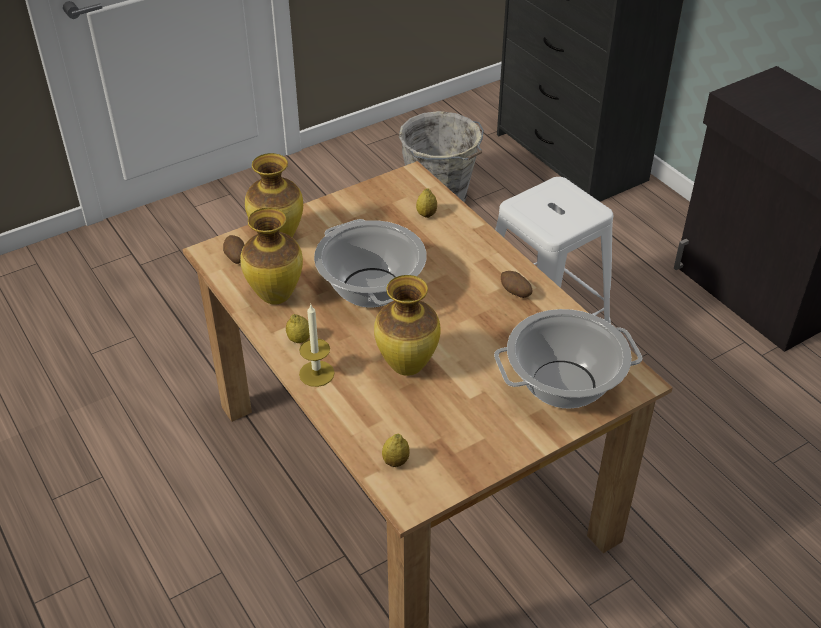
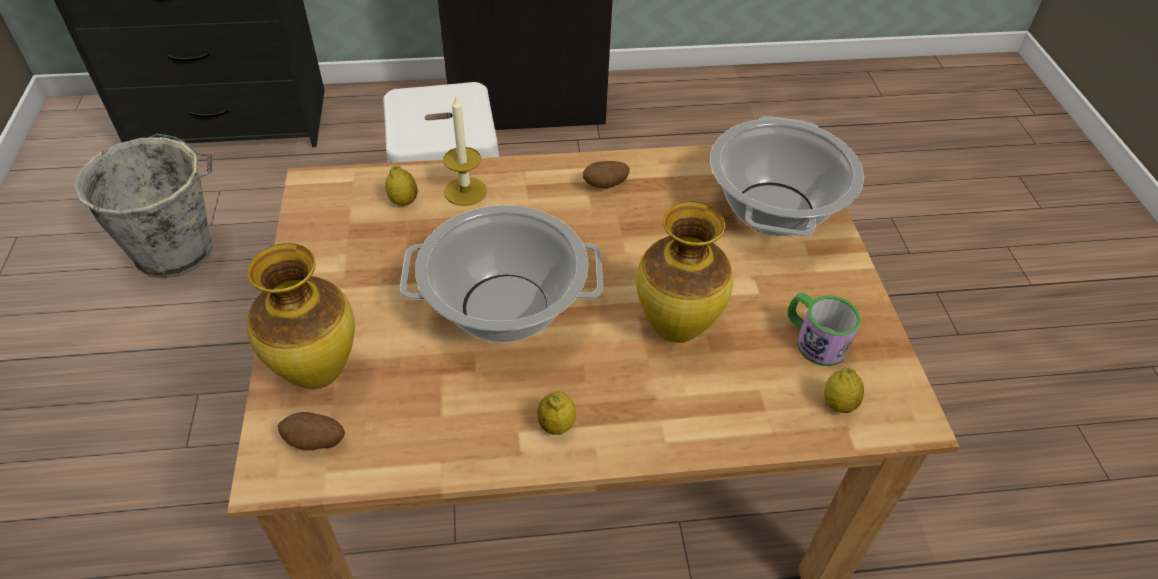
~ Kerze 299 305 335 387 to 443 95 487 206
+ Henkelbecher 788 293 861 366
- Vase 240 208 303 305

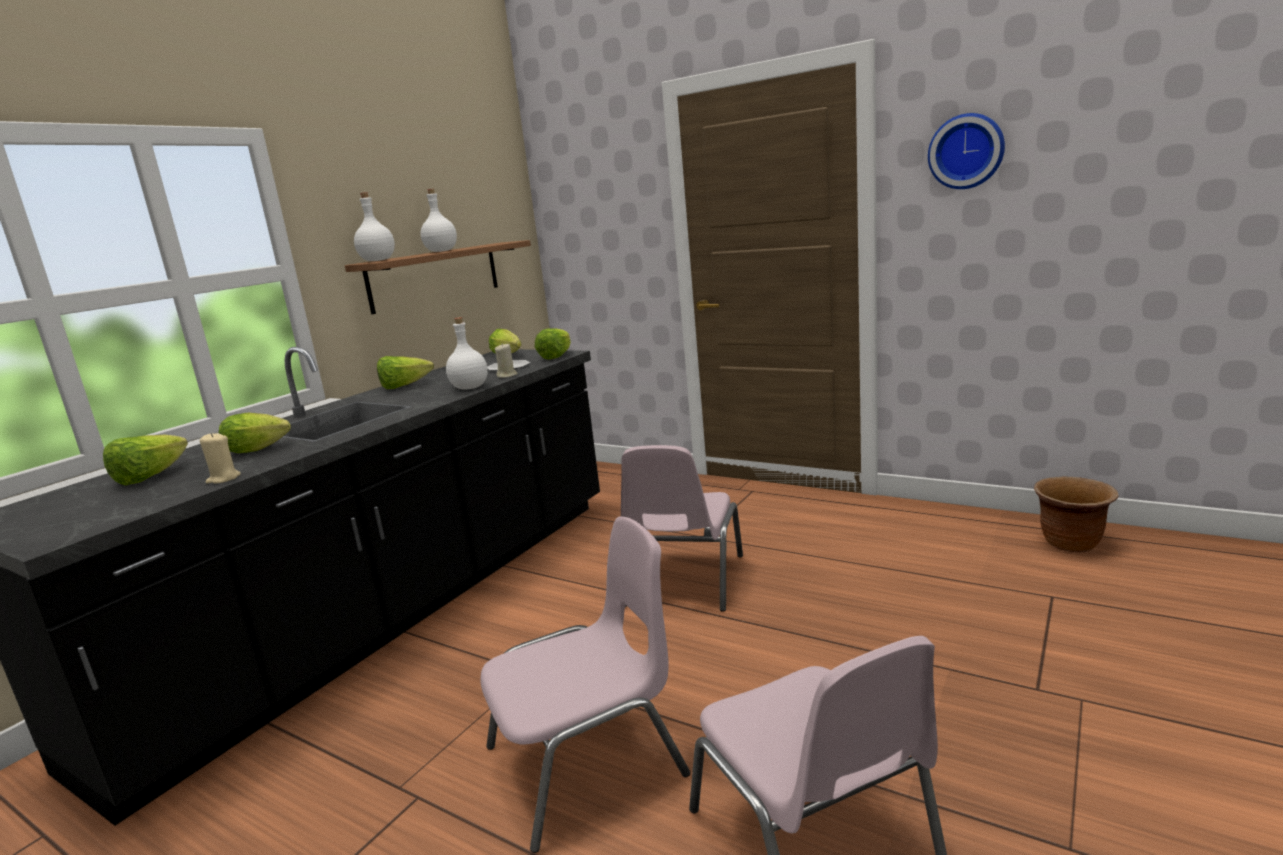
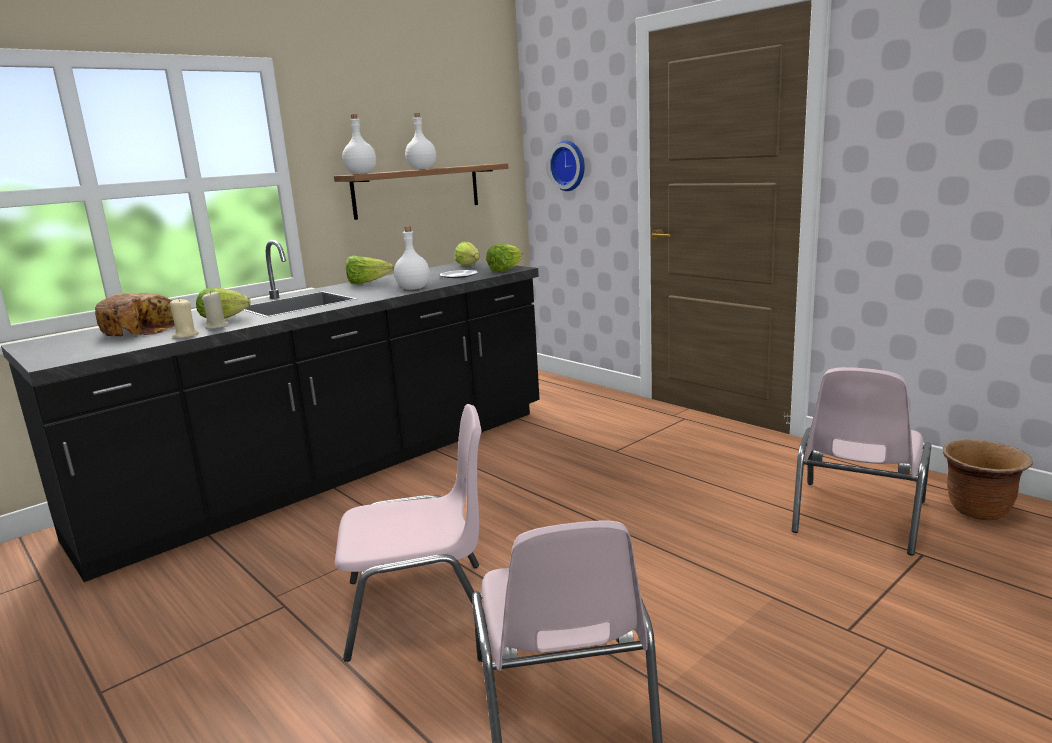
~ Salatkopf 103 435 188 486 to Brot 95 293 175 336
~ Kerze (beige) 495 344 518 378 to 202 291 229 329
~ Wanduhr 928 113 1005 189 to 548 140 585 191
~ Stuhl (rosa) 621 445 743 611 to 792 367 931 555

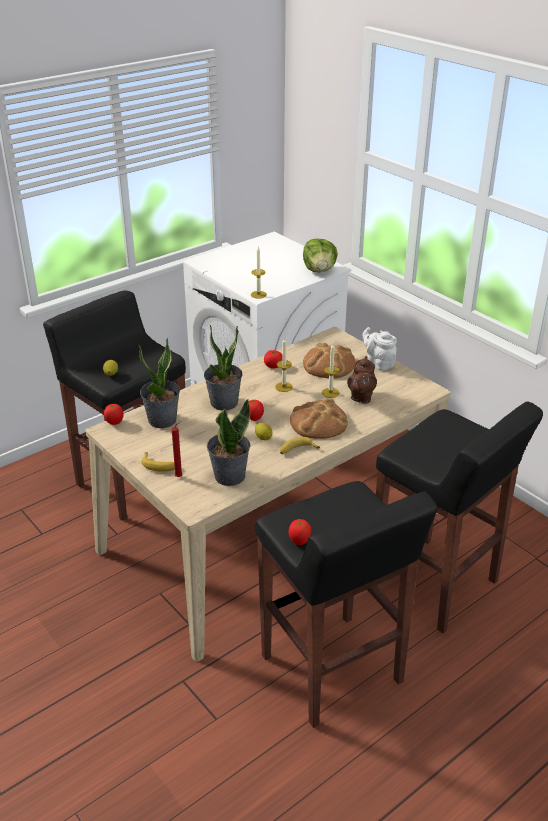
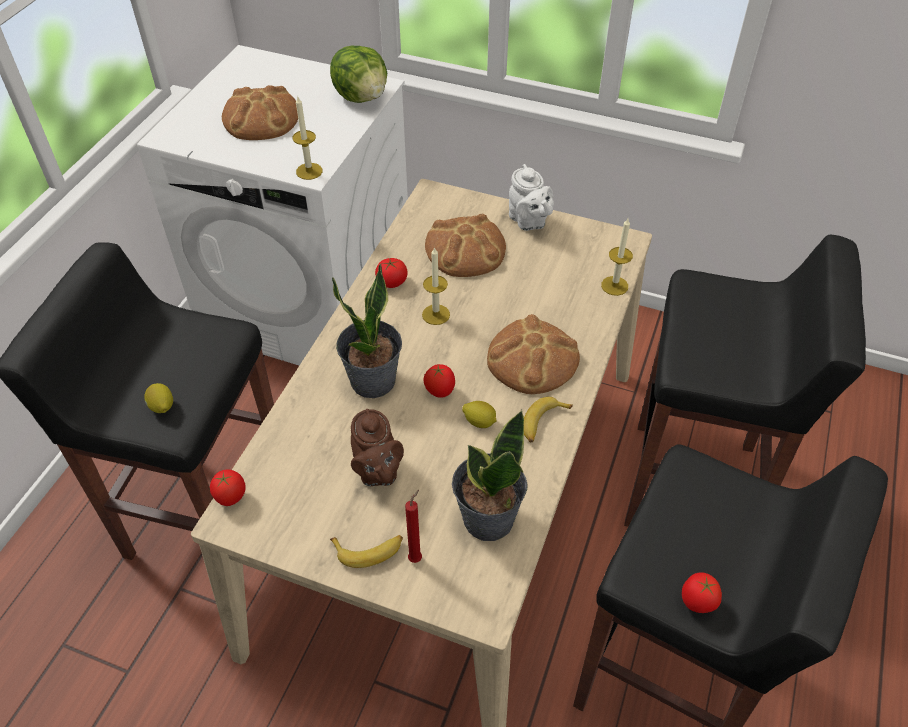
+ Brot 222 85 298 140
~ Teekanne (braun) 347 356 377 404 to 351 409 404 486
~ Teekanne (weiß) 362 327 397 371 = 509 164 554 231 135 degrees counterclockwise
~ Kerze 322 344 339 398 to 601 219 633 296
- Topfpflanze 139 338 180 428

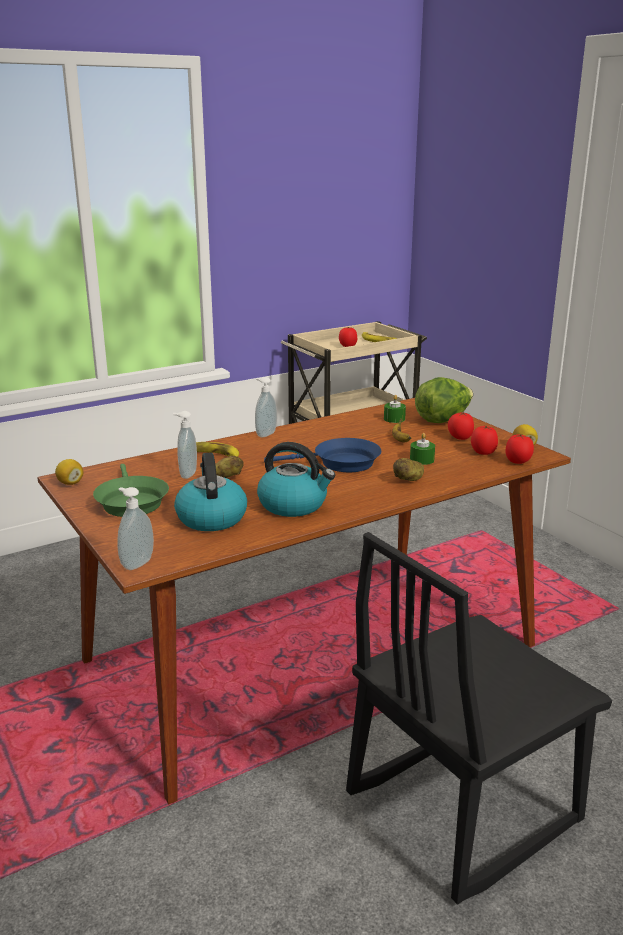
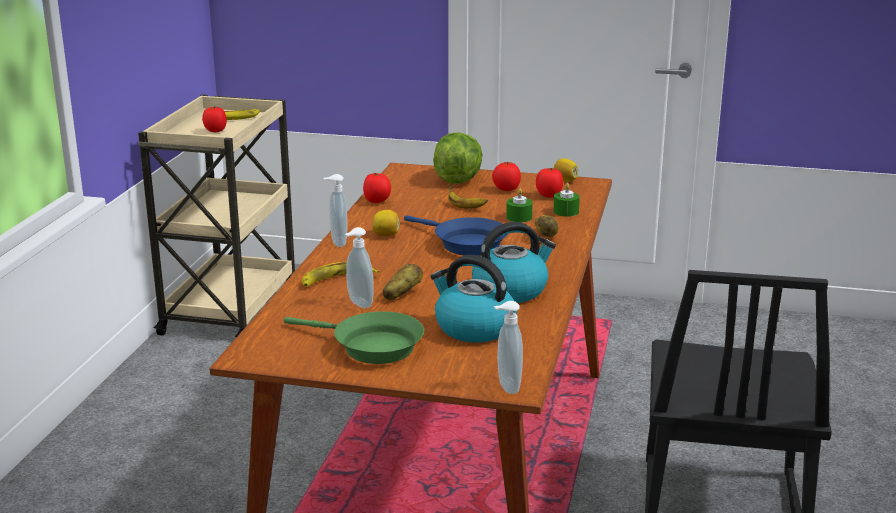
~ Tomate 505 434 534 464 to 363 173 391 203
~ Zitrone 55 459 84 485 to 372 210 400 236
~ Pfanne (blau) 264 438 382 472 = 404 215 508 256 90 degrees clockwise
~ Kerze (grün) 384 395 406 423 to 553 183 580 217

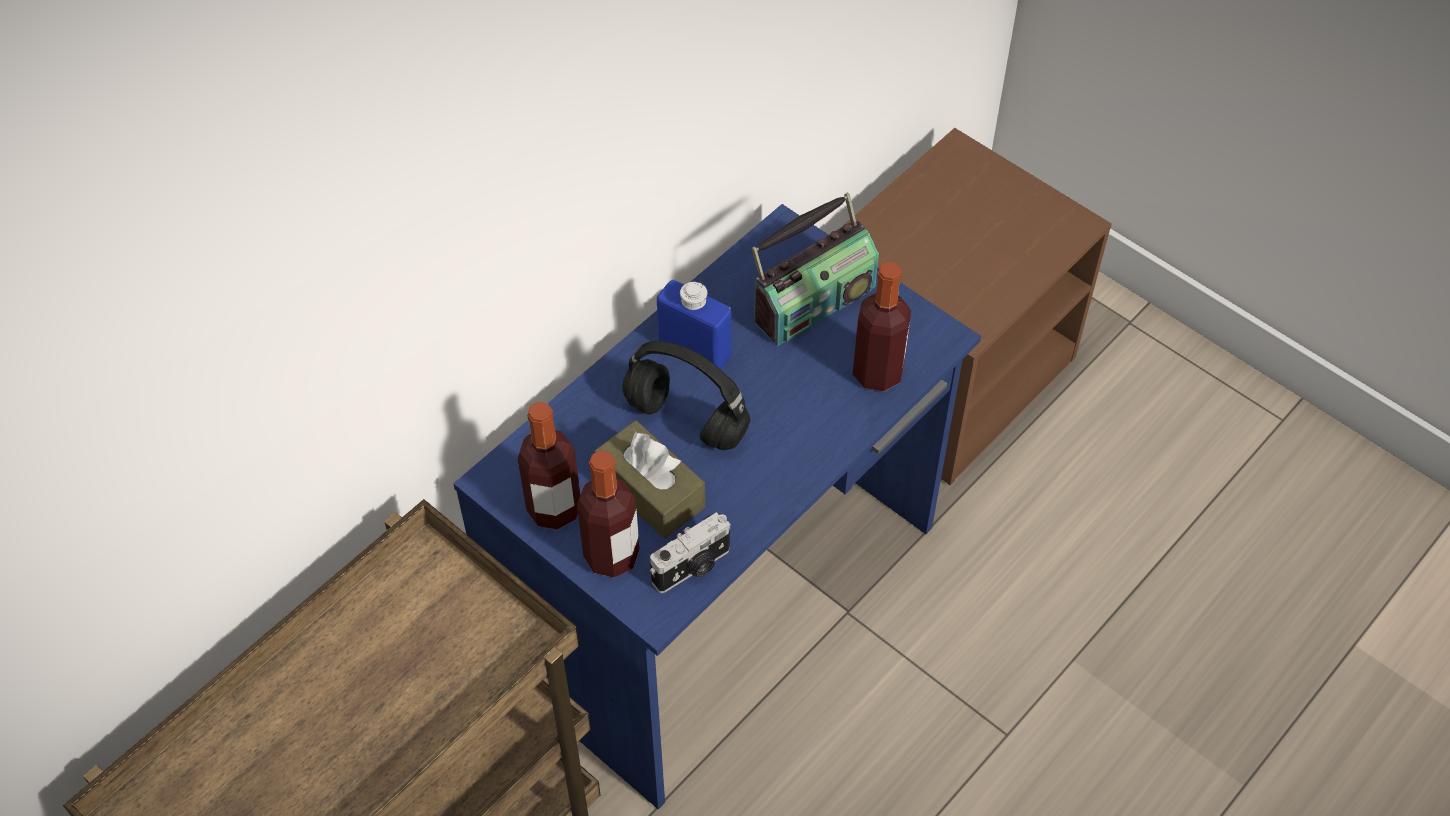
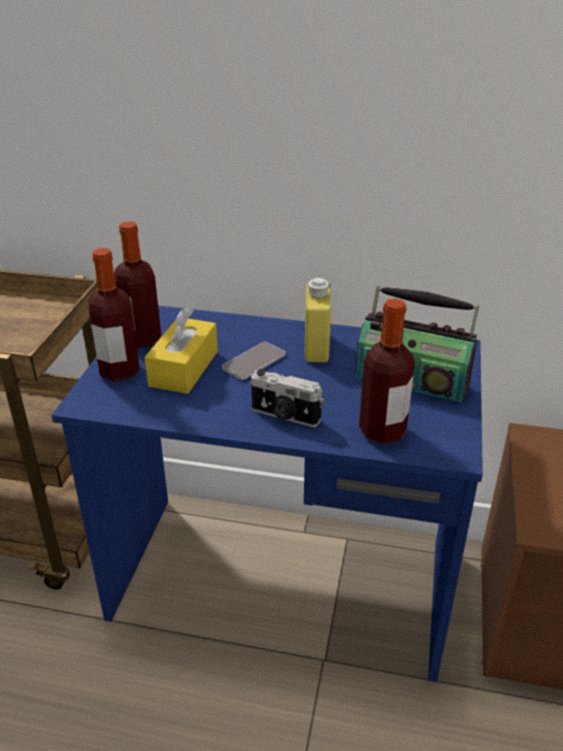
~ Taschentuchbox (braun) 595 420 705 539 to Taschentuchbox (gelb) 144 307 218 394
~ Kopfhörer (schwarz) 622 341 751 450 to Handy 222 342 285 380
~ Kamera 650 512 731 593 to 250 369 324 427
~ Flasche (blau) 657 279 732 369 to Flasche (gelb) 305 278 331 362

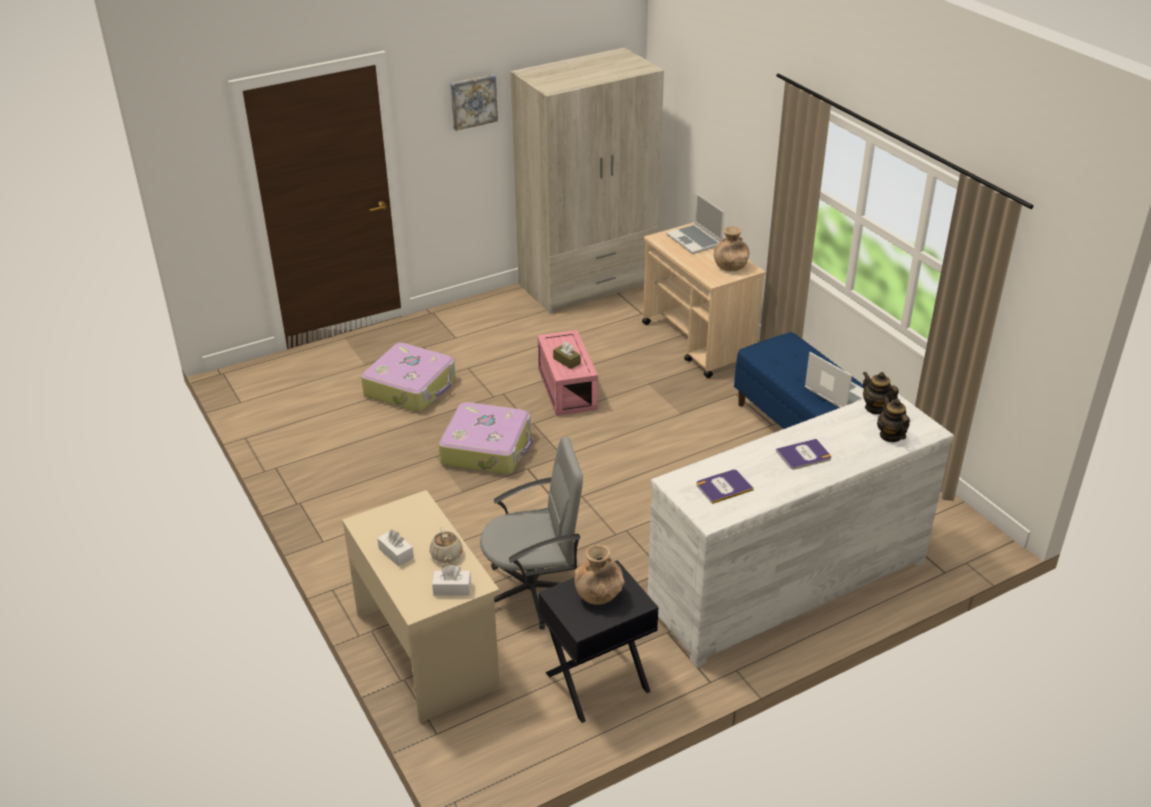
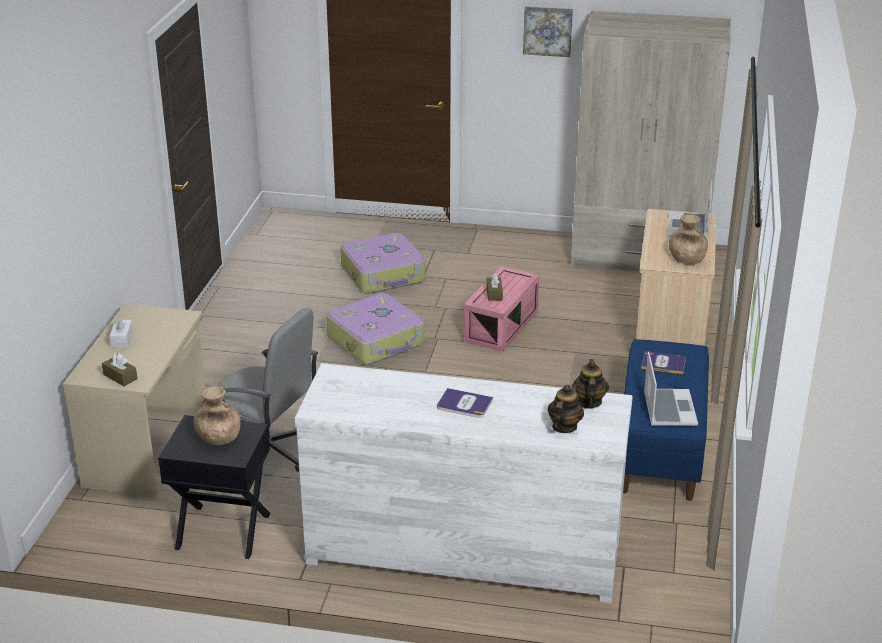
~ Taschentuchbox (weiß) 432 565 471 596 to Taschentuchbox (braun) 102 353 137 386
~ Buch 696 470 754 504 to 641 351 686 374
- Teekanne (beige) 429 526 463 563

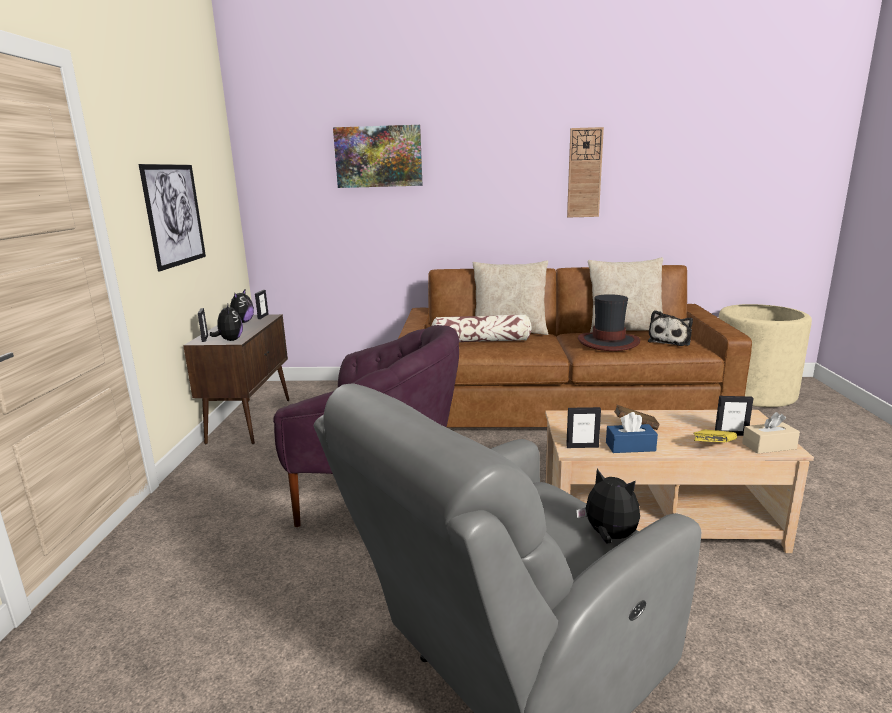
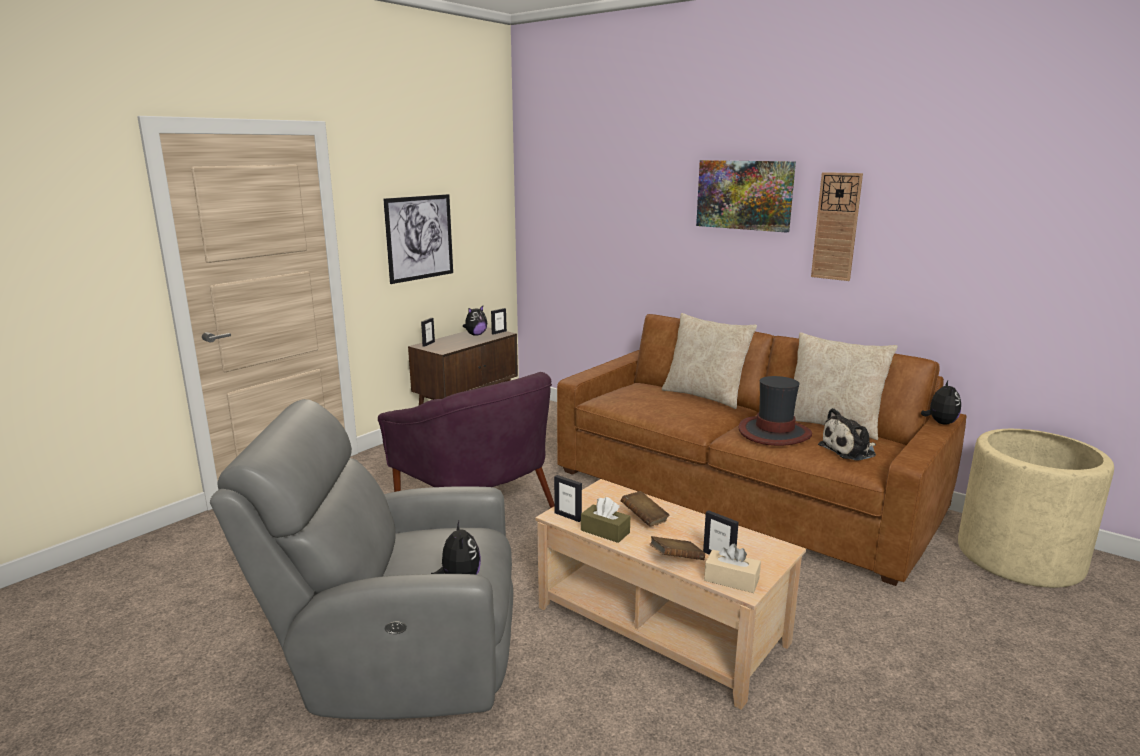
~ Taschentuchbox (blau) 606 412 658 453 to Taschentuchbox (braun) 581 497 630 543
~ Buch (gelb) 694 430 737 442 to Buch (braun) 650 536 705 560
~ Bild 333 125 423 188 to 696 160 796 233
~ Plüschtier 210 304 243 341 to 921 381 961 425
- Kissen 432 314 532 342

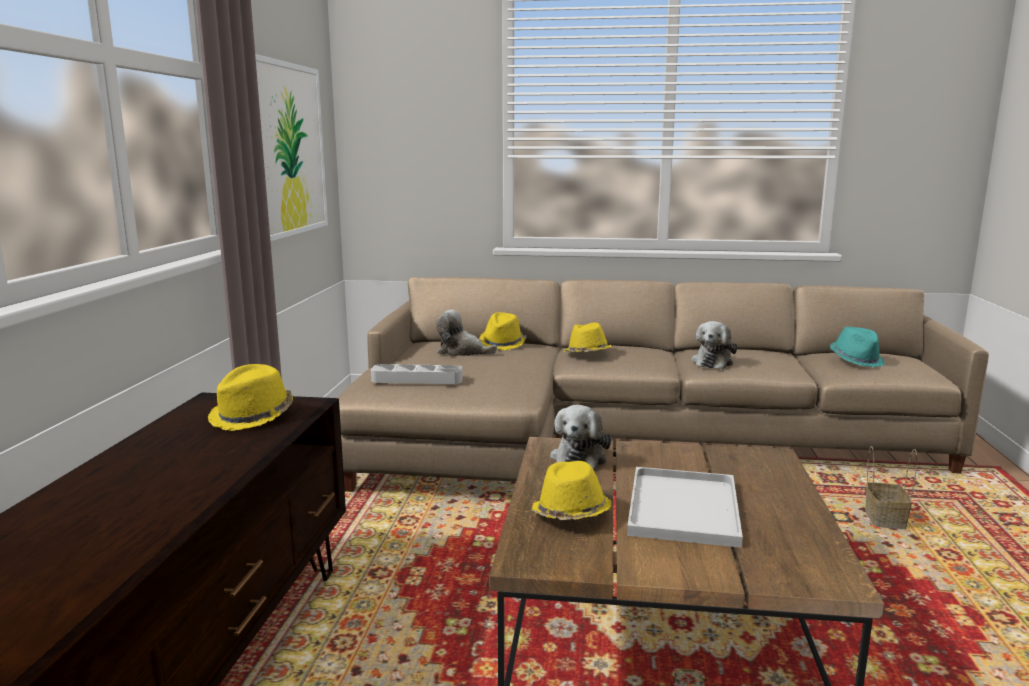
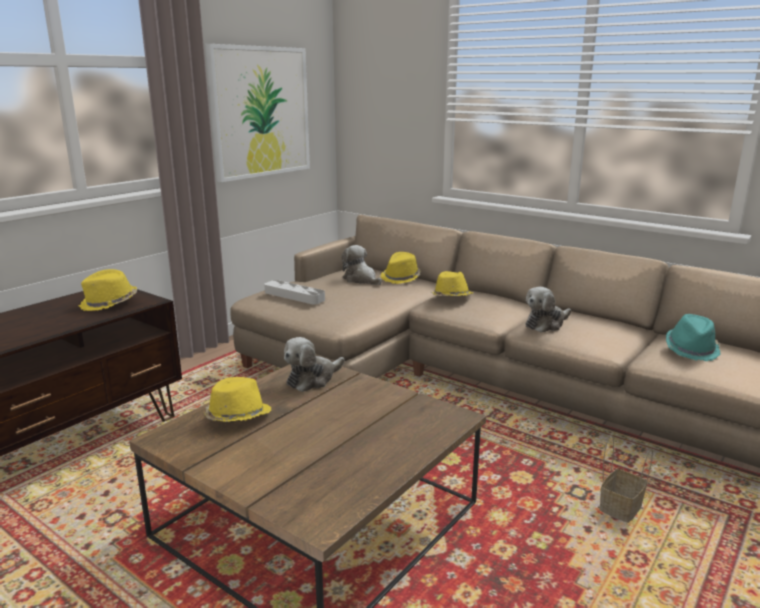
- Tablett (weiß) 627 467 743 548

